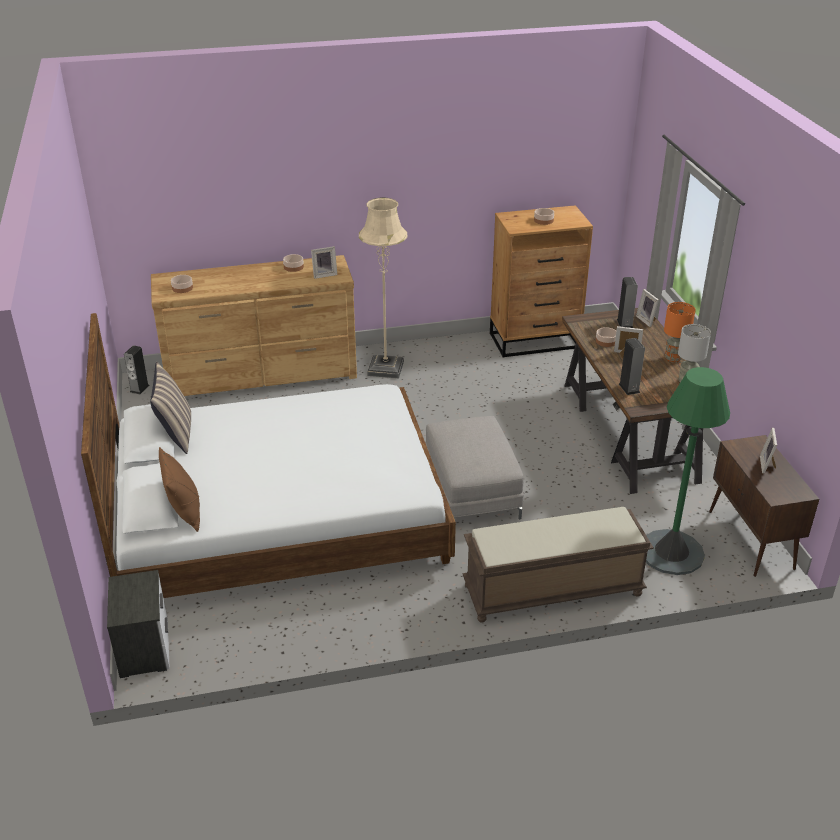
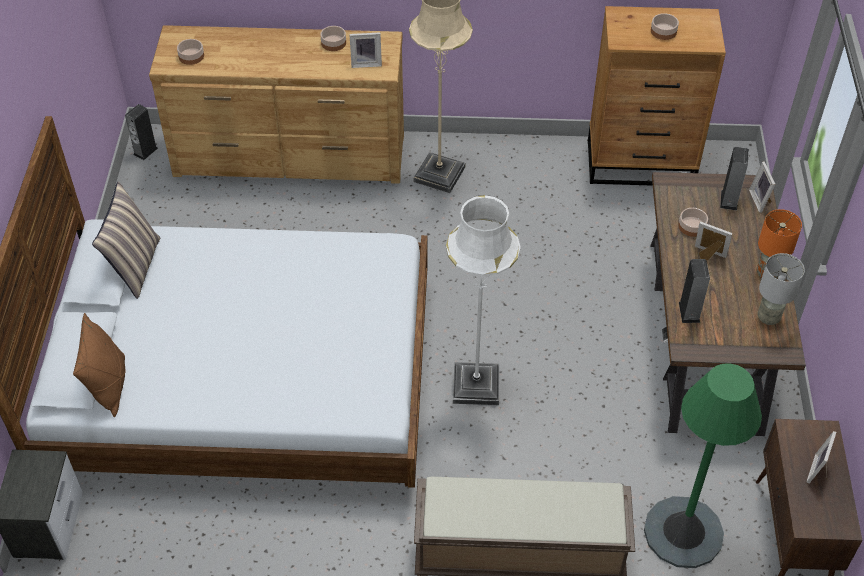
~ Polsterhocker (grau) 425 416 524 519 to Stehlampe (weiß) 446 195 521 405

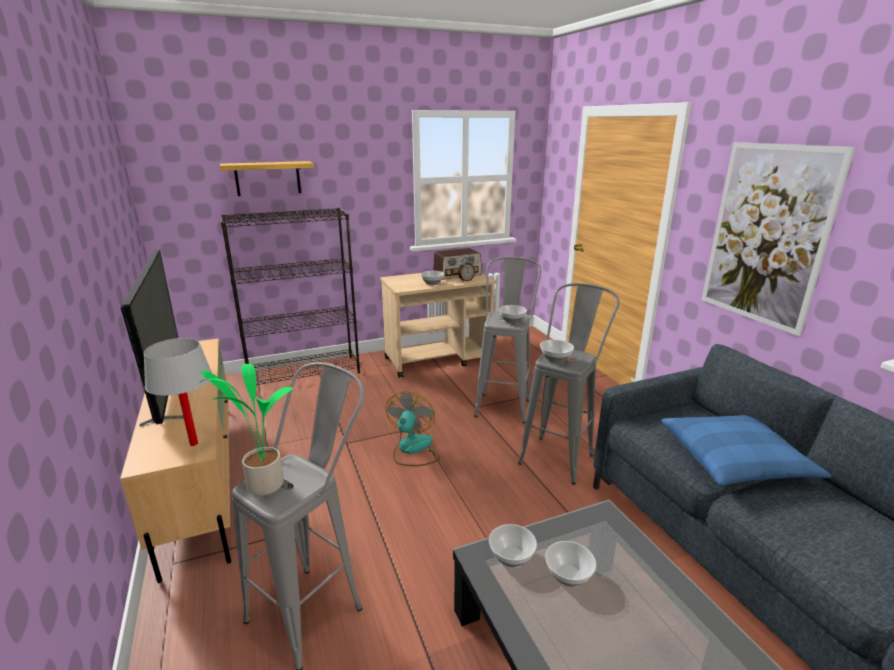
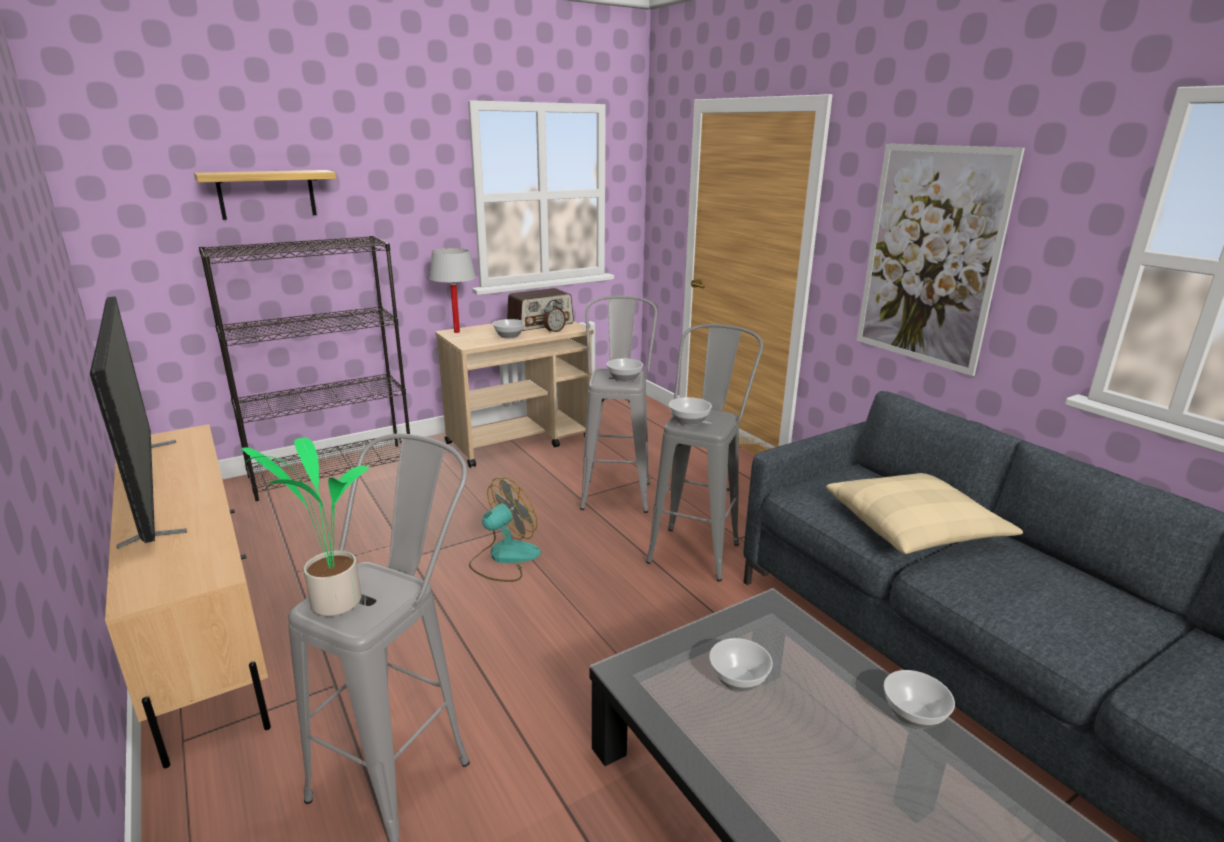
~ Tischlampe (weiß) 143 338 213 446 to 429 248 476 333
~ Ventilator 386 391 440 466 = 469 478 541 582 45 degrees clockwise
~ Kissen (blau) 661 415 831 486 to Kissen (beige) 826 473 1023 554
~ Schüssel 489 524 537 567 to 884 670 955 729

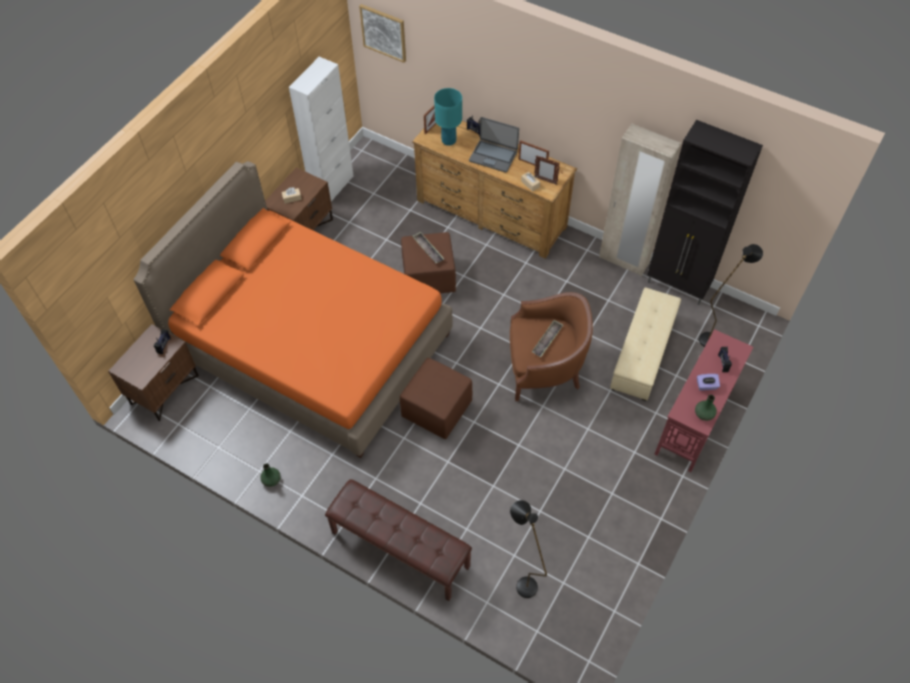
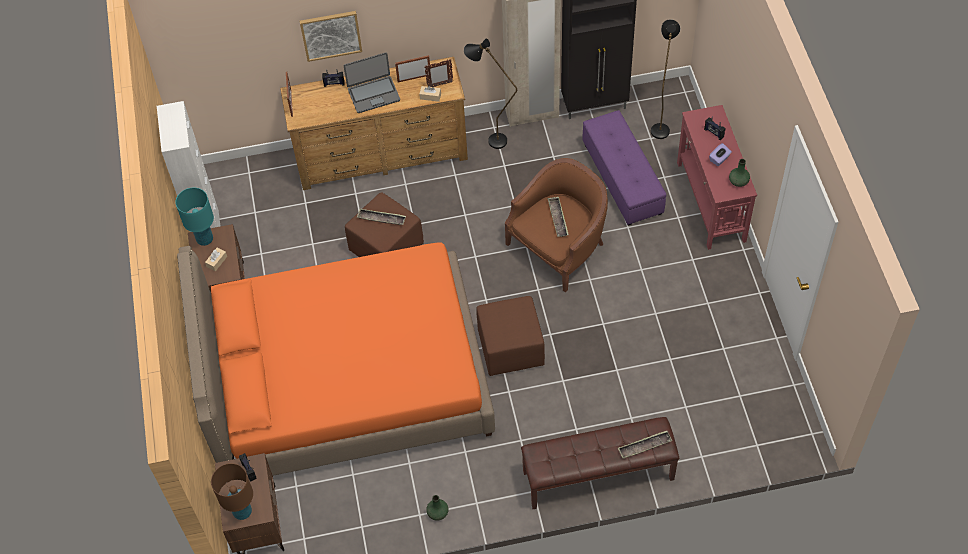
~ Tischlampe (türkis) 434 88 462 146 to 175 187 214 246
+ Tischlampe (braun) 211 463 253 520
~ Bild 359 4 406 63 to 300 11 362 62
~ Stehlampe (schwarz) 510 500 547 598 to 464 39 517 149
~ Polsterhocker (beige) 610 288 681 401 to Polsterhocker (lila) 583 110 666 226
+ Tablett 618 431 672 459

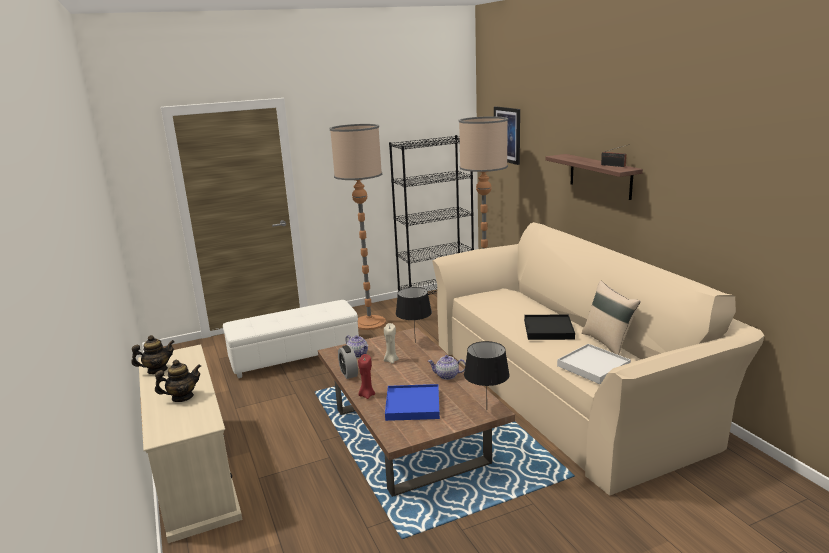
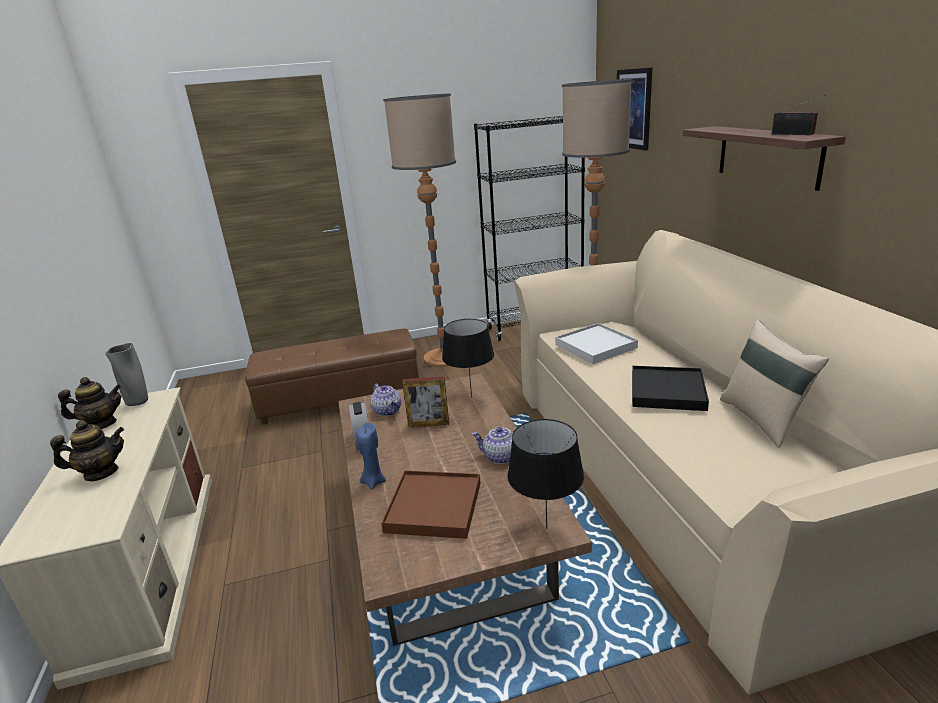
+ Vase (grau) 105 343 148 406
~ Polsterhocker (weiß) 223 300 359 378 to Polsterhocker (braun) 245 329 419 424
~ Kerze (rot) 358 354 375 399 to Kerze (blau) 356 422 386 490
~ Tablett (blau) 385 384 440 421 to Tablett (braun) 381 470 481 539
~ Kerze (beige) 384 323 399 364 to Bilderrahmen 402 376 449 427
~ Tablett (weiß) 557 344 631 384 to 555 323 638 364

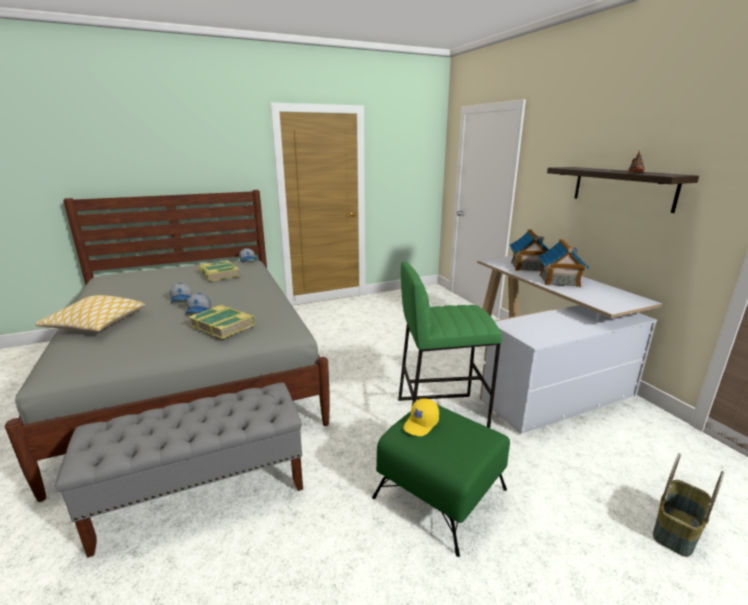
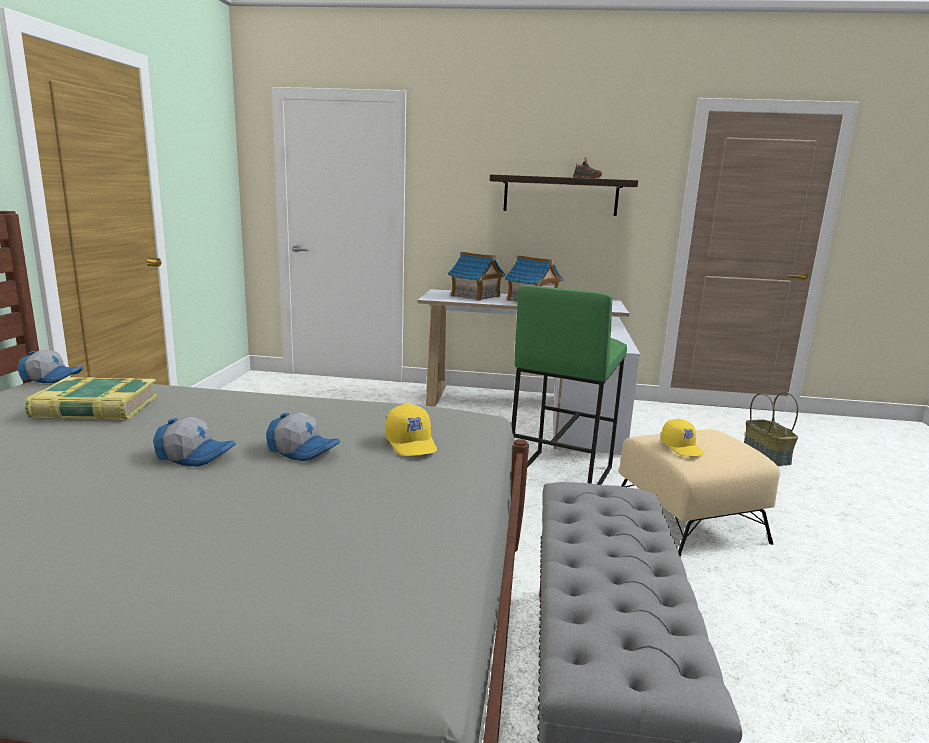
~ Buch 188 305 256 339 to Kappe (gelb) 385 404 437 456
~ Polsterhocker (grün) 372 405 510 557 to Polsterhocker (beige) 619 429 780 557
- Kissen 35 295 146 332

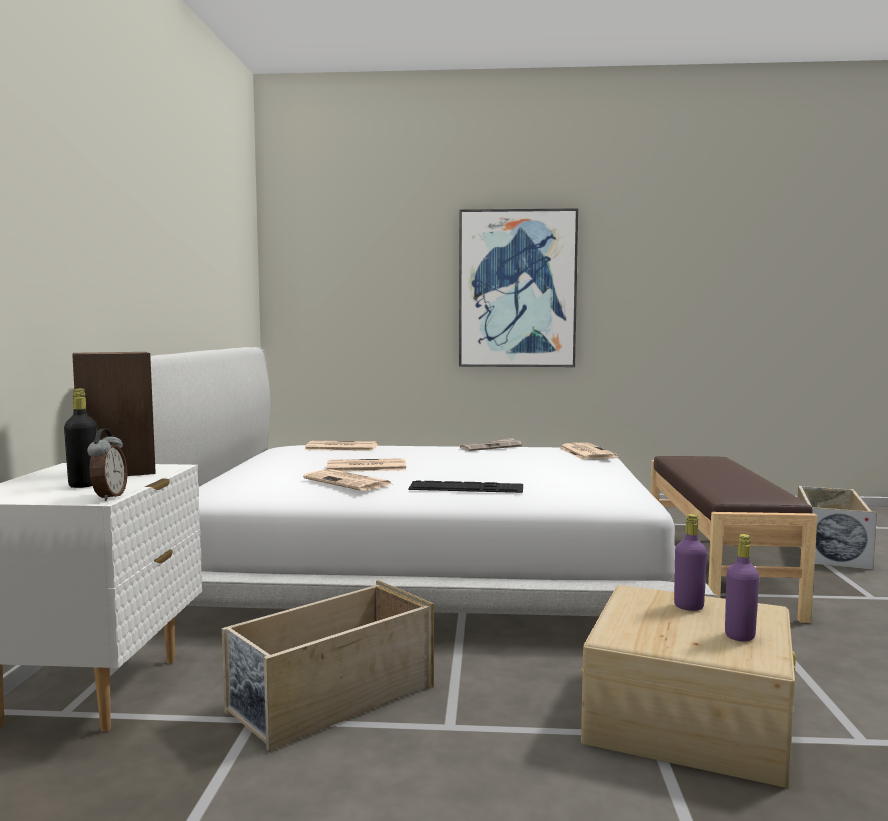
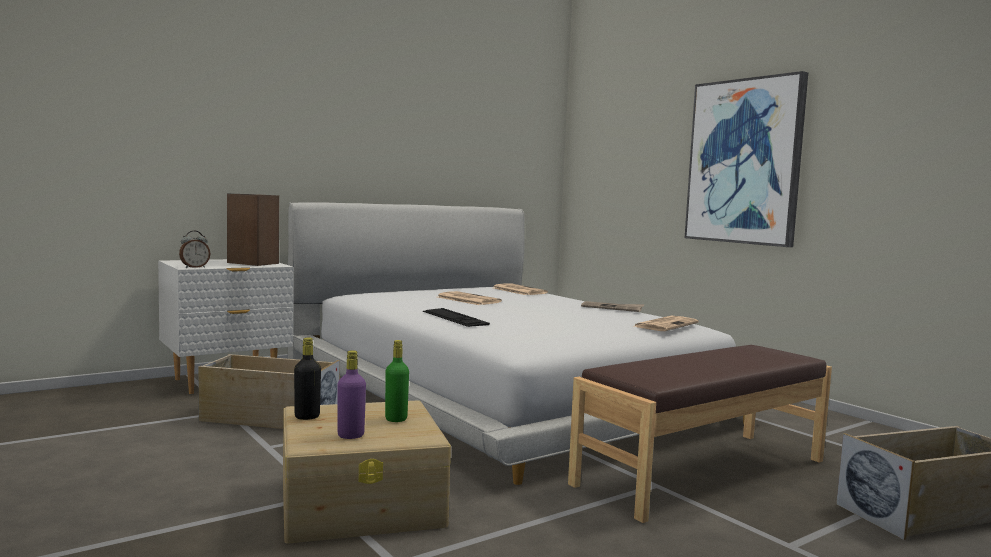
~ Flasche (schwarz) 64 389 98 488 to 294 338 321 420
~ Flasche (lila) 674 514 707 611 to Flasche (grün) 385 340 409 422
- Zeitung 303 469 394 491

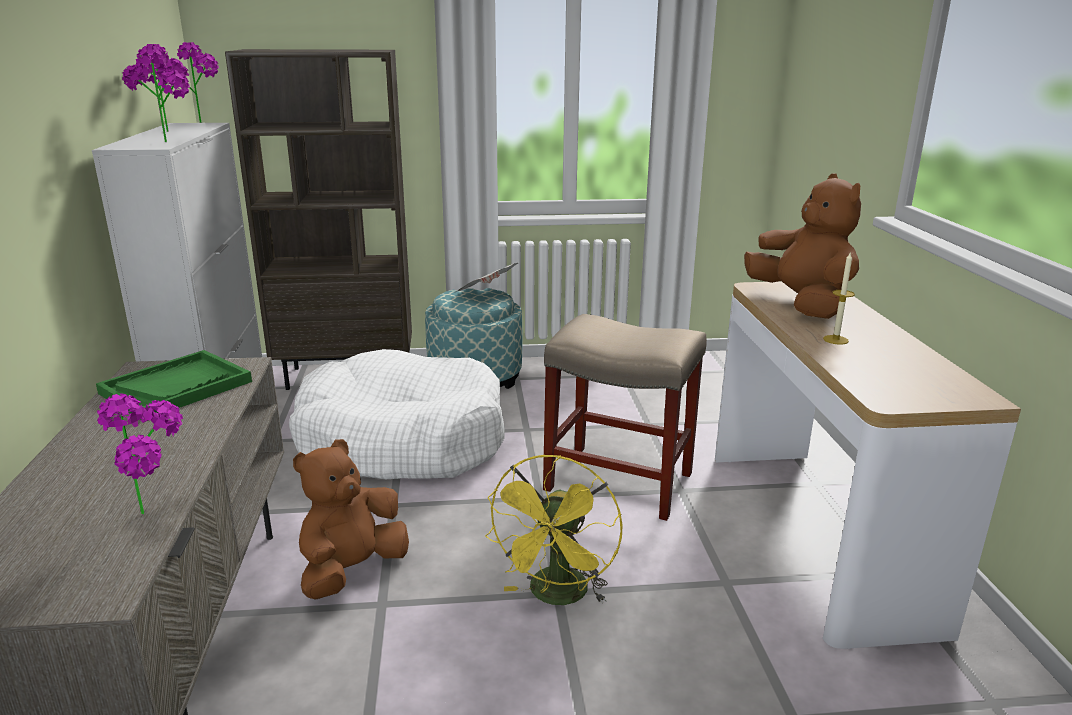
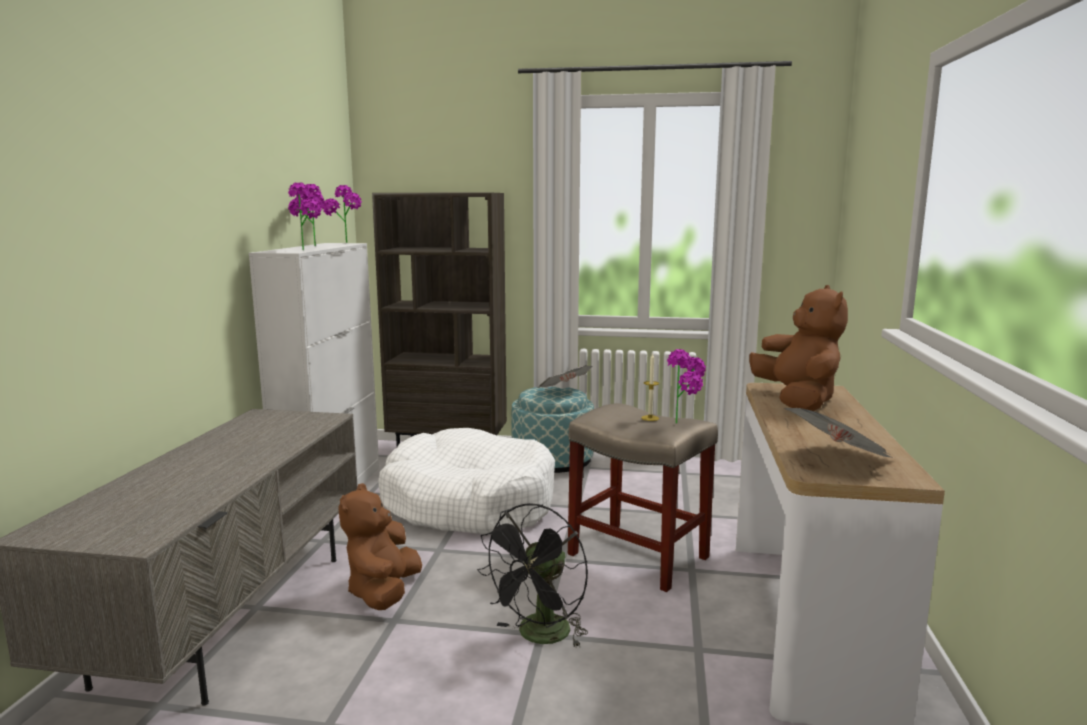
~ Plüschtier (braun) 293 439 409 600 = 338 483 422 610 45 degrees counterclockwise
~ Ventilator (gelb) 485 455 623 605 to Ventilator (schwarz) 477 503 588 649
~ Kerze 823 253 855 345 to 641 353 659 421
~ Topfpflanze 97 394 183 514 to 667 349 706 424
+ Zeitung 784 408 891 457
- Tablett (grün) 96 350 252 420

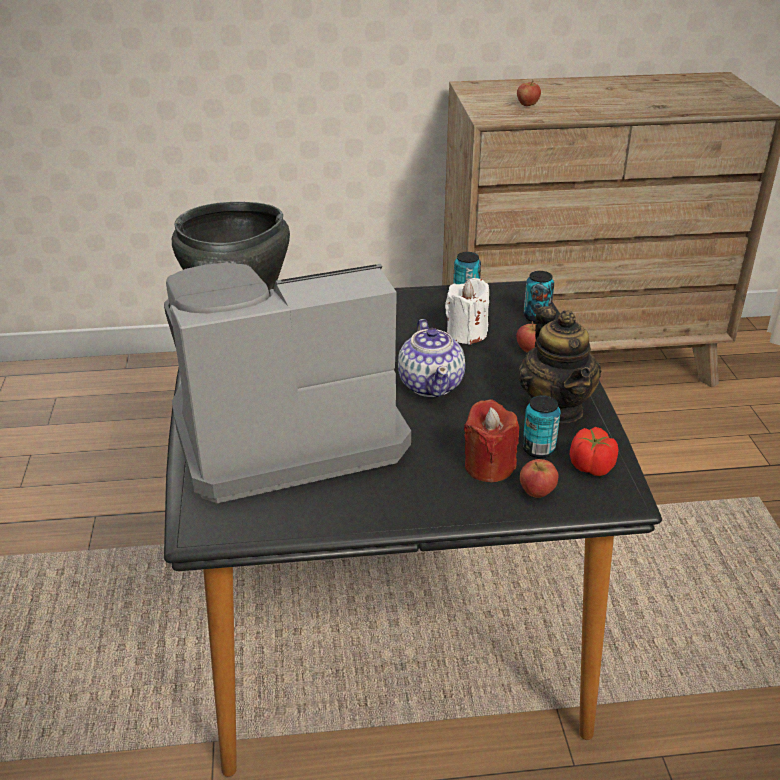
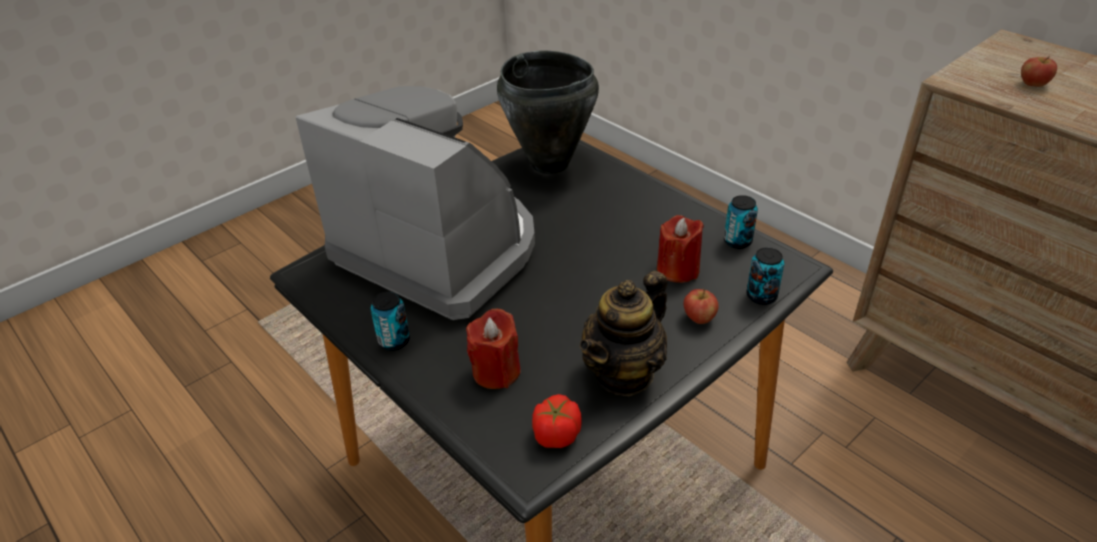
~ Dose 522 395 560 458 to 371 292 410 351
~ Kerze (weiß) 445 278 489 345 to Kerze (rot) 657 215 704 283
- Teekanne 398 319 465 397
- Apfel 520 459 559 498

